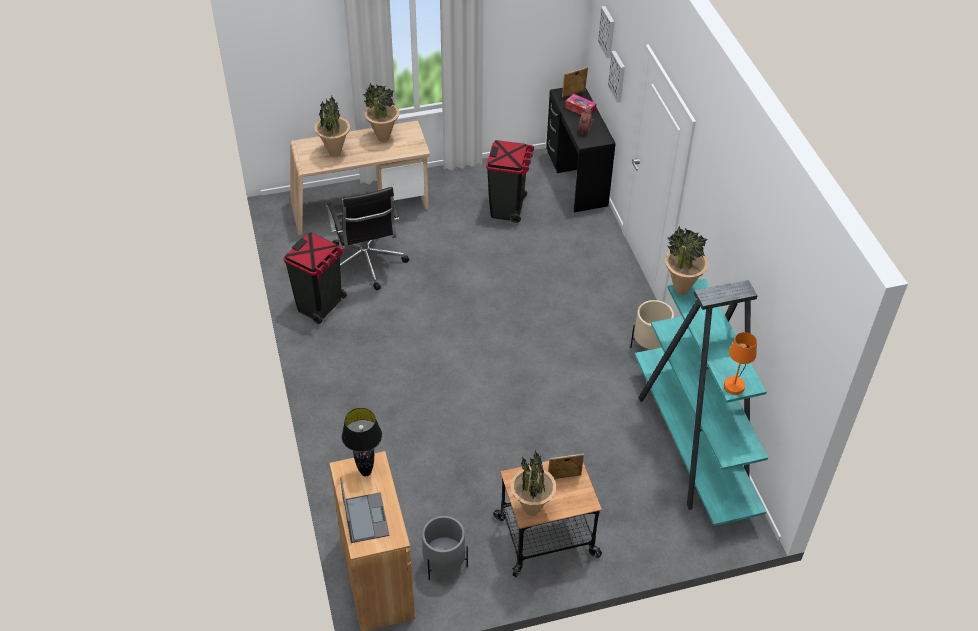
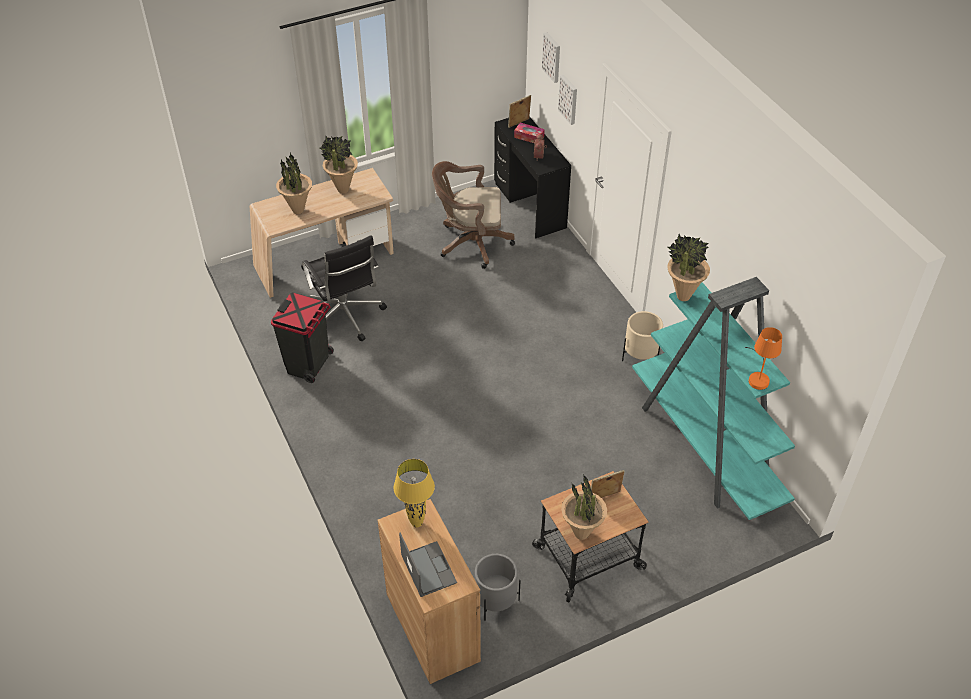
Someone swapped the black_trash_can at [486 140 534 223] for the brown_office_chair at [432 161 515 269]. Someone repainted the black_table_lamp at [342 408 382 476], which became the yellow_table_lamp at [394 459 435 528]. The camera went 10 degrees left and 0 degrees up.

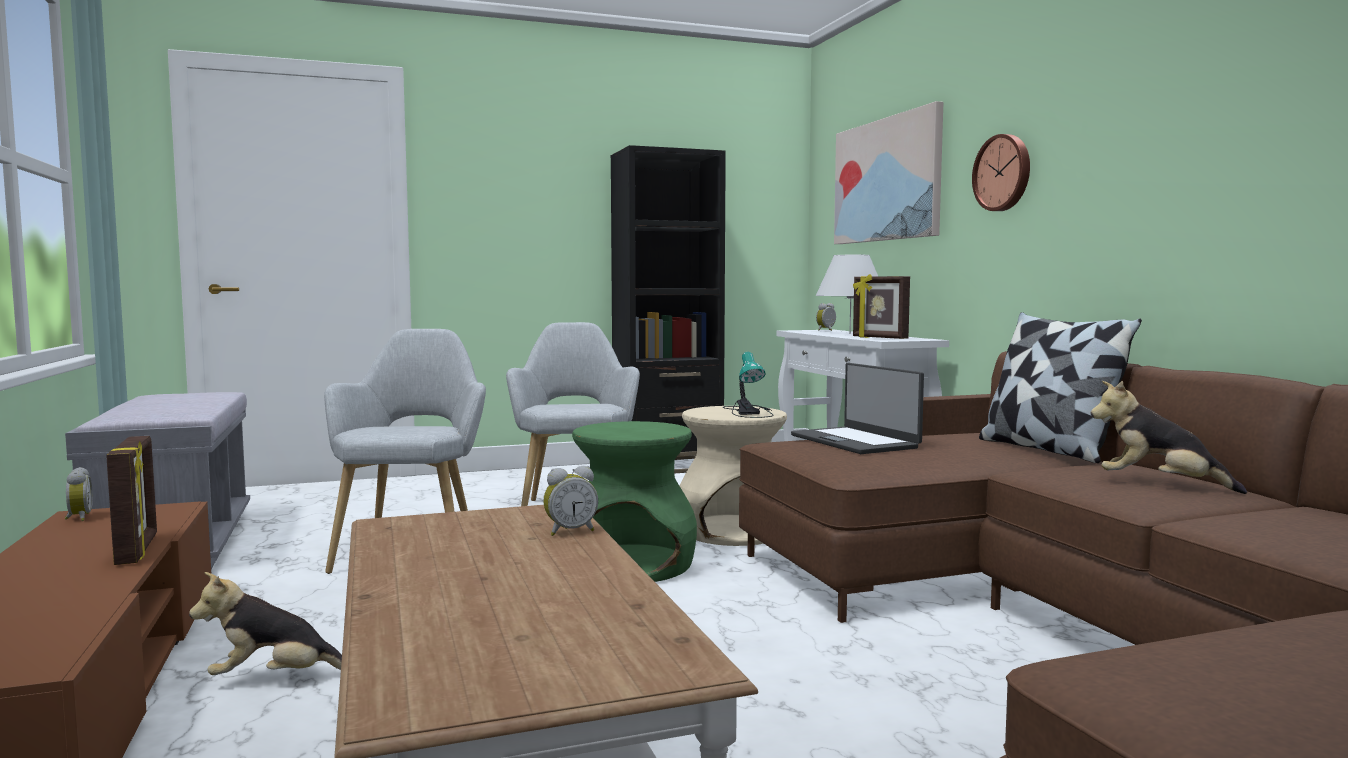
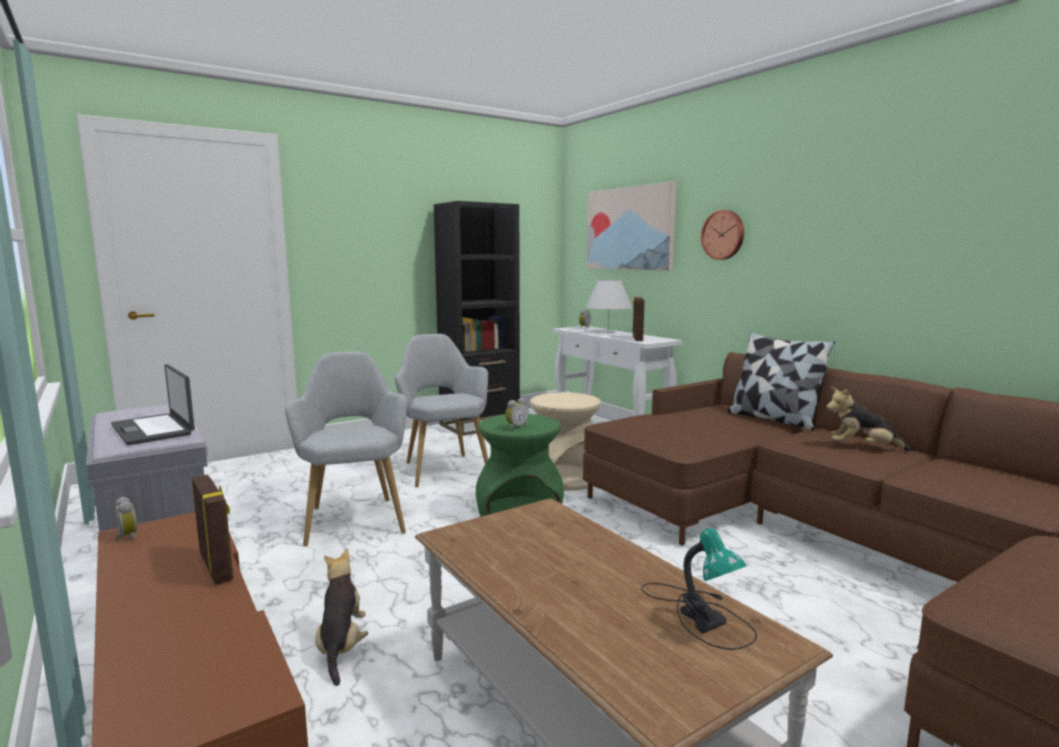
Someone rotated the picture_frame at [853 274 910 339] by 60 degrees clockwise. Someone carried the table_lamp from [723 352 774 418] to [641 528 757 650]. Someone carried the laptop from [791 363 924 454] to [111 364 195 445]. Someone carried the alarm_clock from [543 466 598 536] to [505 398 529 430]. Someone rotated the plush_toy at [189 572 342 675] by 105 degrees clockwise. The camera went 15 degrees left and 5 degrees up.

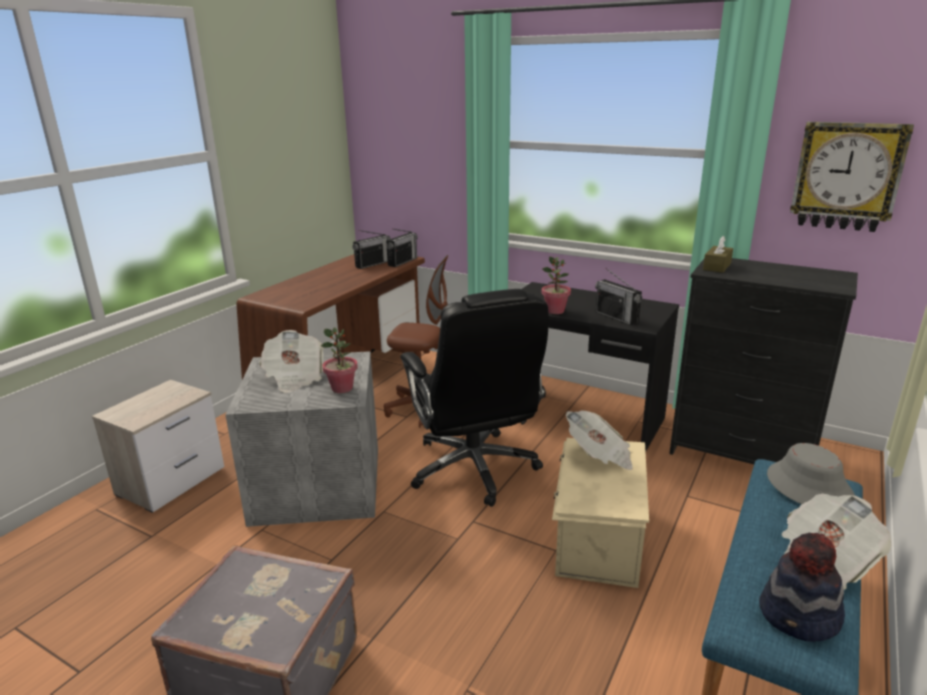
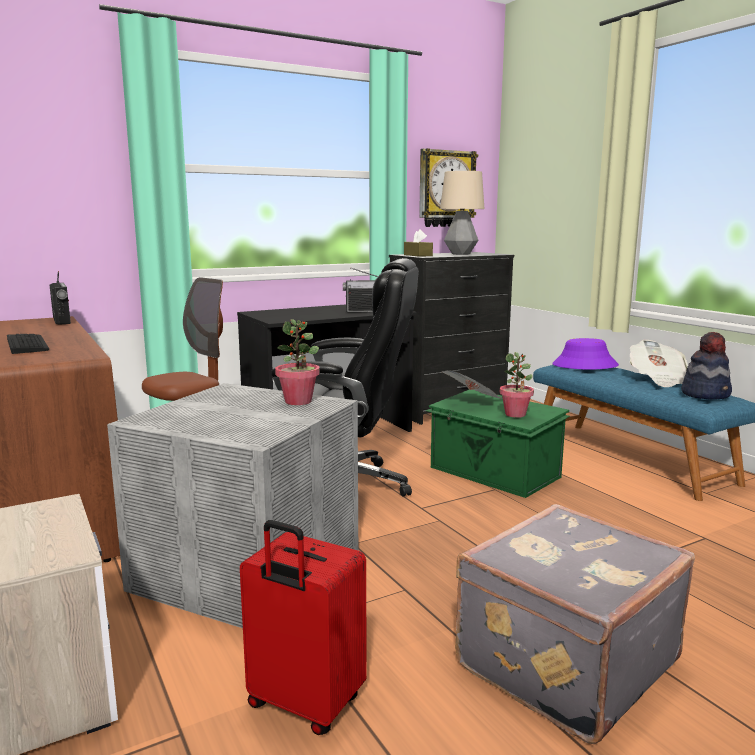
Someone took away the radio at [352 230 391 269]. Someone carried the potted_plant from [542 257 571 314] to [500 352 534 418]. Someone took away the newspaper at [259 330 324 393]. Someone repainted the beige_storage_box at [552 438 649 588], which became the green_storage_box at [426 390 570 498]. Someone repainted the grey_hat at [767 443 855 504], which became the purple_hat at [552 338 619 369]. Someone put down the table_lamp at [440 171 485 255]. Someone put down the keyboard at [7 334 49 354]. Someone put down the red_suitcase at [240 520 367 735]. The camera went 60 degrees left and 10 degrees down.

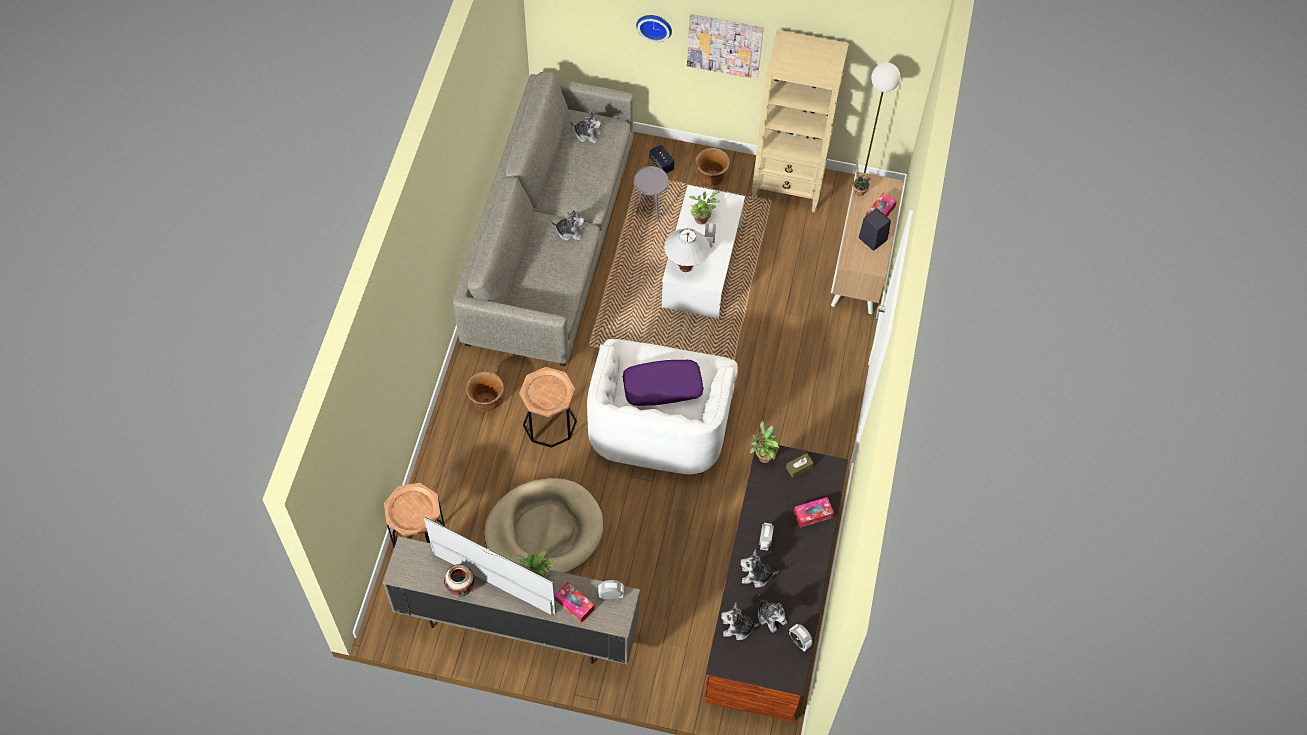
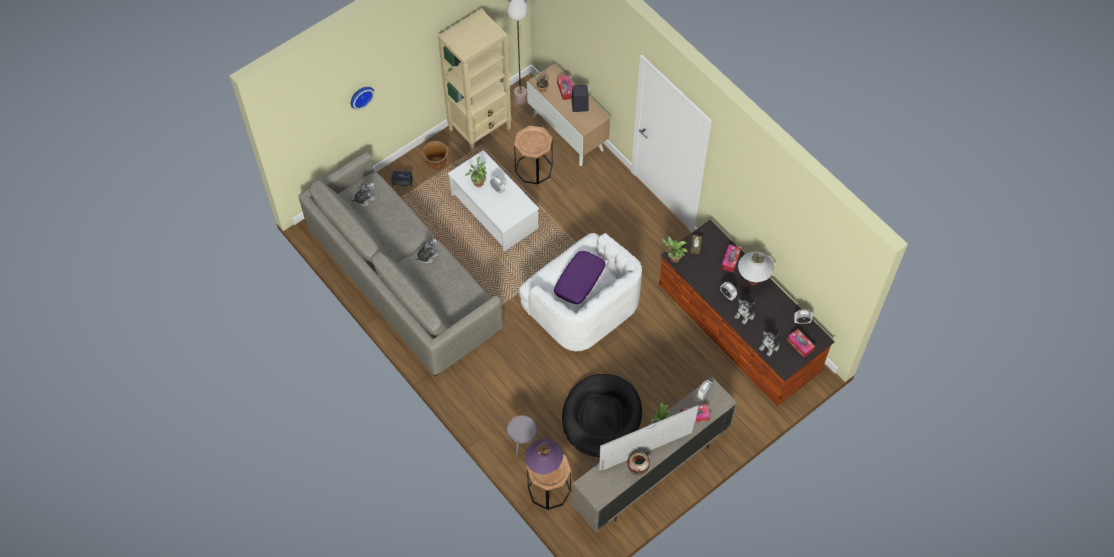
Someone took away the picture at [687 14 764 79]. Someone carried the grey_side_table from [633 166 669 222] to [507 415 537 457]. Someone carried the white_table_lamp from [664 228 710 272] to [738 251 774 285]. Someone carried the brown_side_table from [519 367 577 448] to [514 125 553 184]. Someone took away the brown_planter at [466 371 504 412]. Someone repainted the beige_dog_bed at [484 478 603 573], which became the black_dog_bed at [562 374 642 457]. Someone took away the plush_toy at [758 595 787 633]. Someone put down the tissue_box at [787 329 815 357]. Someone put down the purple_table_lamp at [525 439 563 474]. The camera went 50 degrees left and 0 degrees up.

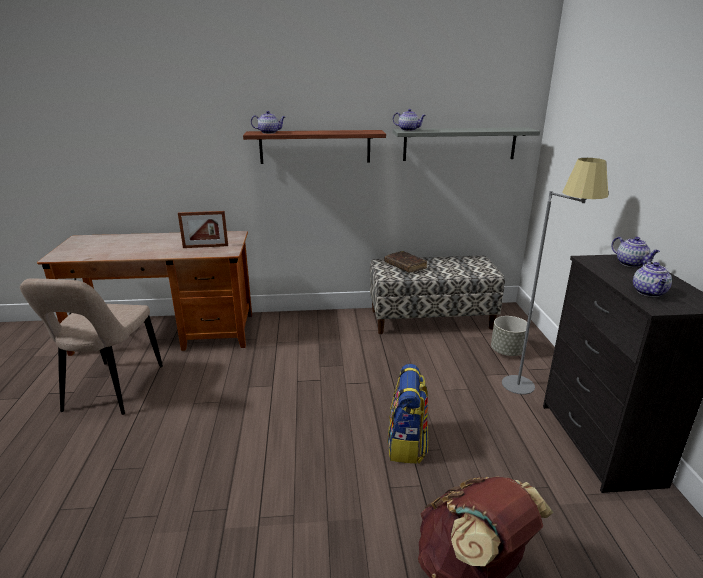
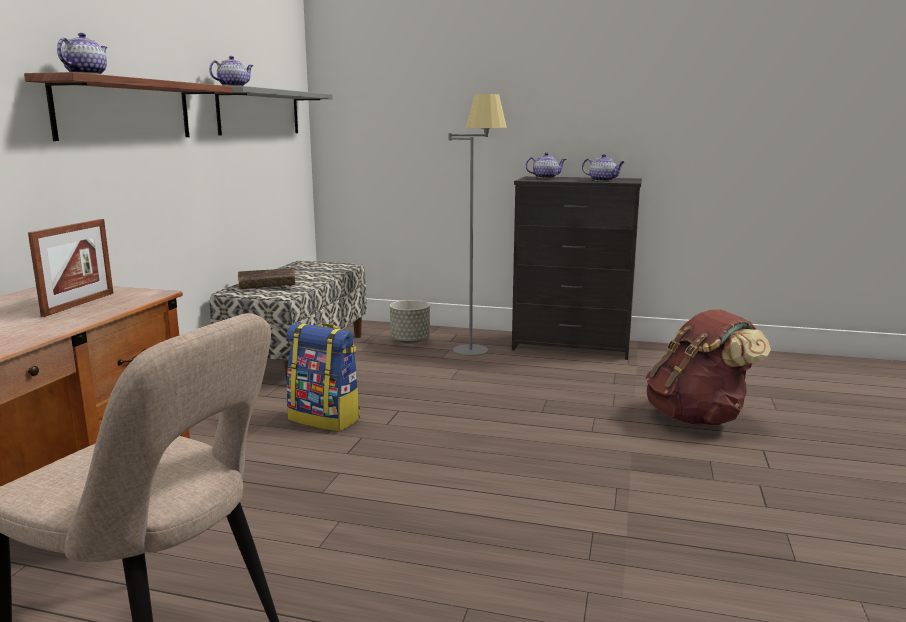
Someone carried the backpack from [387 364 428 464] to [286 323 360 431]. The camera went 70 degrees left and 10 degrees down.

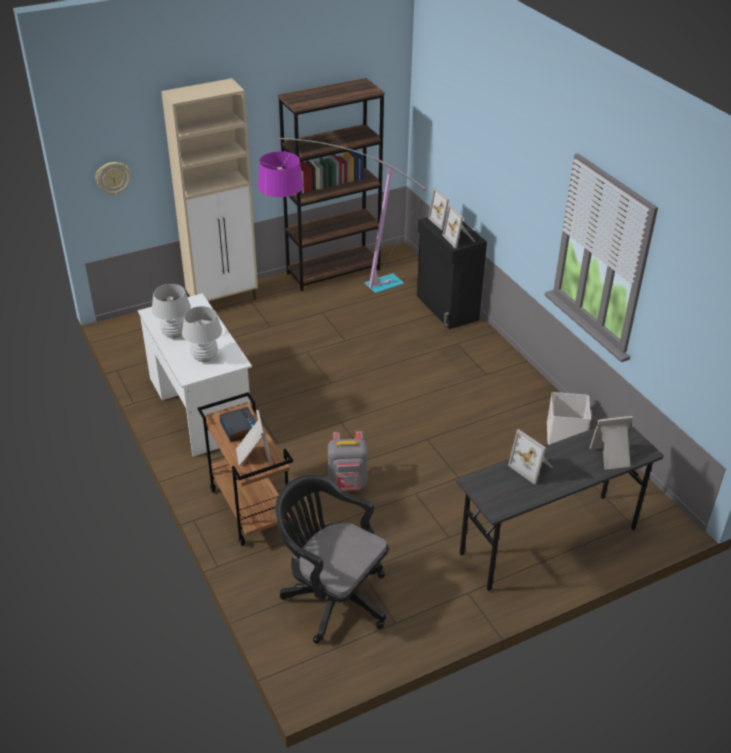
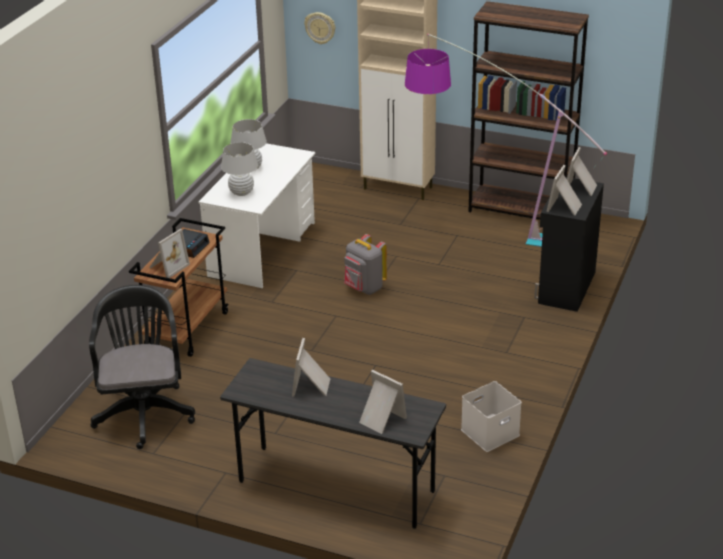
Someone carried the grey_backpack from [328 431 368 491] to [344 234 387 295]. The camera went 50 degrees right and 5 degrees down.

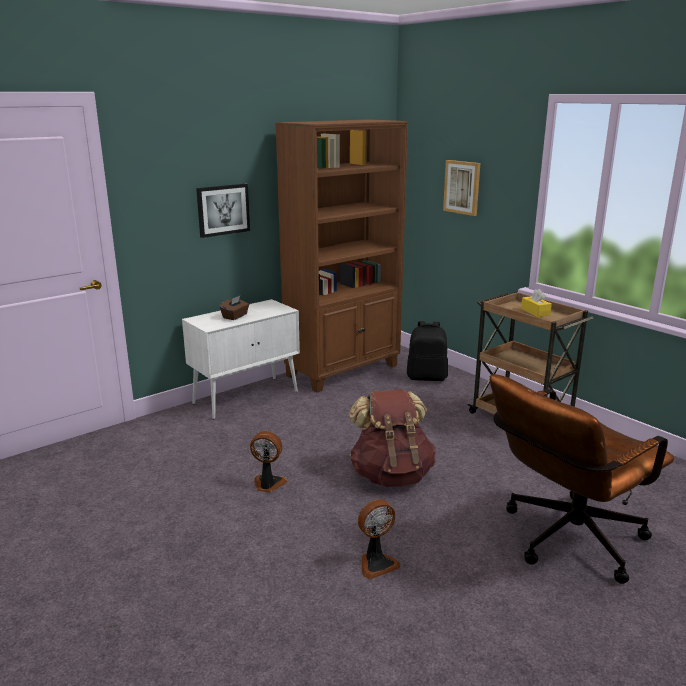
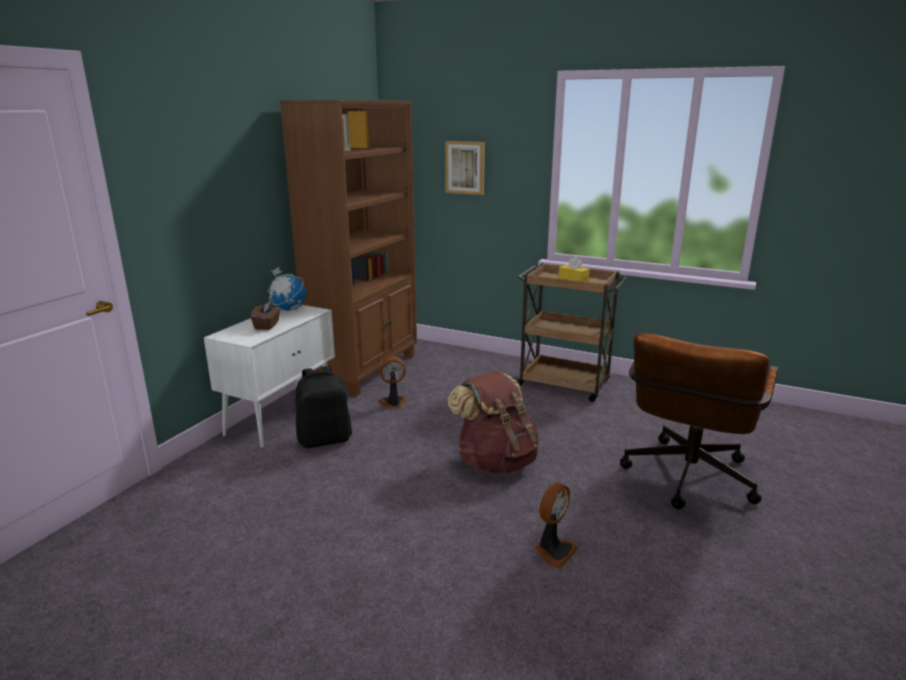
Someone took away the picture at [196 184 250 238]. Someone carried the black_backpack from [407 321 448 381] to [296 366 352 448]. Someone carried the fan from [250 431 287 492] to [378 356 407 409]. Someone put down the globe at [268 267 306 311]. The camera went 25 degrees left and 0 degrees up.

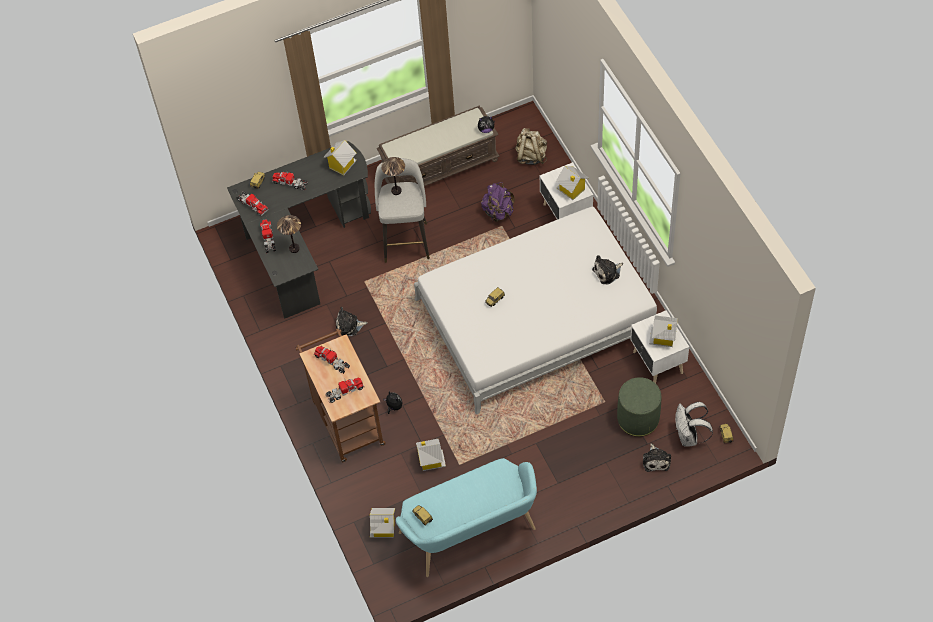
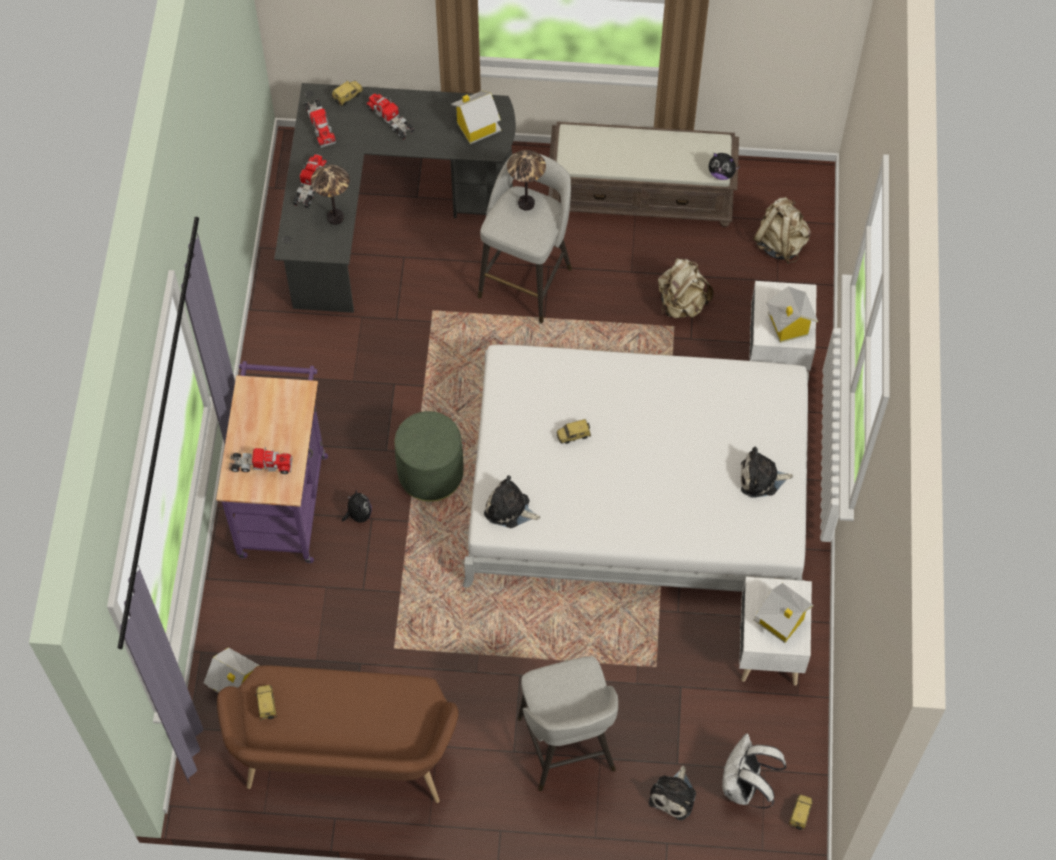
Someone repainted the purple_backpack at [481 182 515 222], which became the beige_backpack at [658 258 714 318]. Someone carried the plush_toy from [336 307 368 336] to [484 475 540 528]. Someone repainted the brown_cart at [296 329 386 462], which became the purple_cart at [216 361 328 563]. Someone took away the toy_truck at [314 346 350 374]. Someone carried the green_ottoman from [617 377 661 437] to [394 411 464 502]. Someone took away the toy_house at [416 438 446 471]. Someone repainted the turquoise_bench at [396 458 537 577], which became the brown_bench at [217 665 459 803]. Someone put down the grey_stool at [517 656 618 791]. The camera went 25 degrees right and 5 degrees up.

